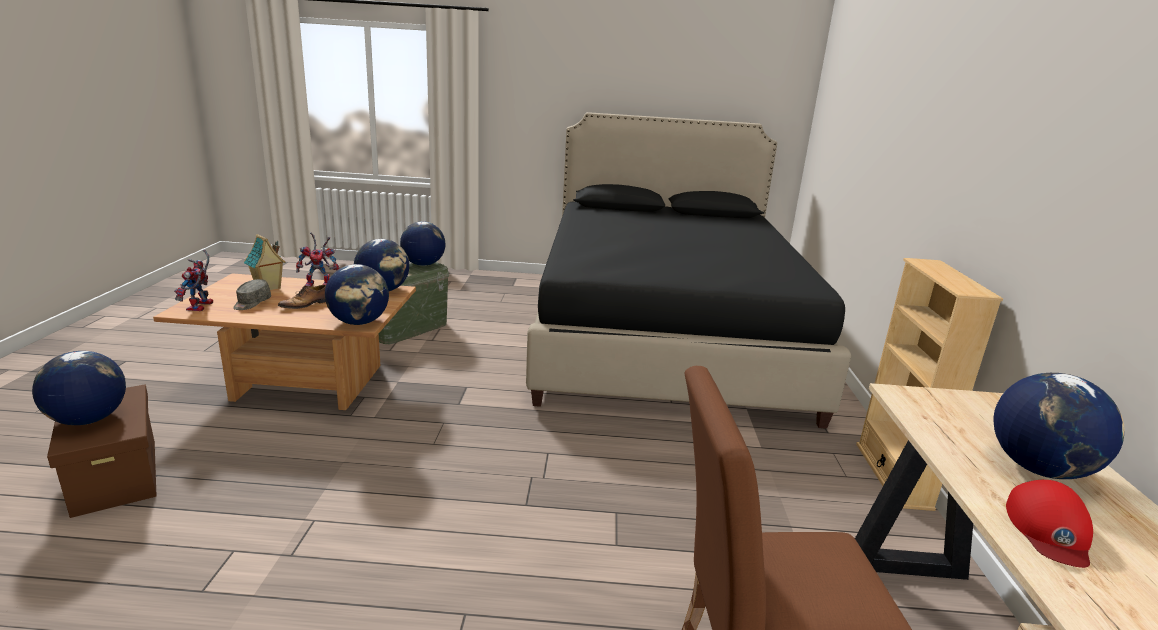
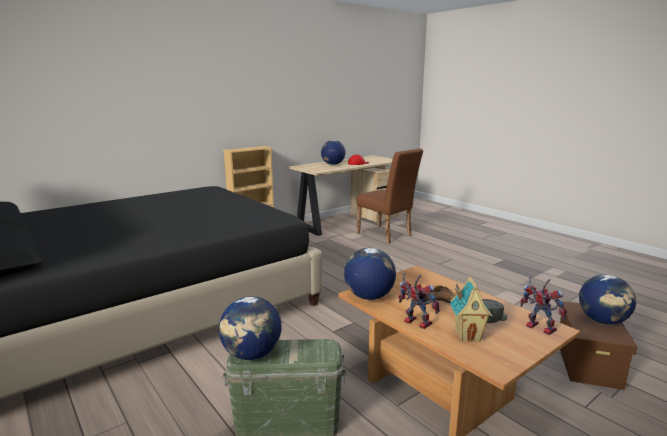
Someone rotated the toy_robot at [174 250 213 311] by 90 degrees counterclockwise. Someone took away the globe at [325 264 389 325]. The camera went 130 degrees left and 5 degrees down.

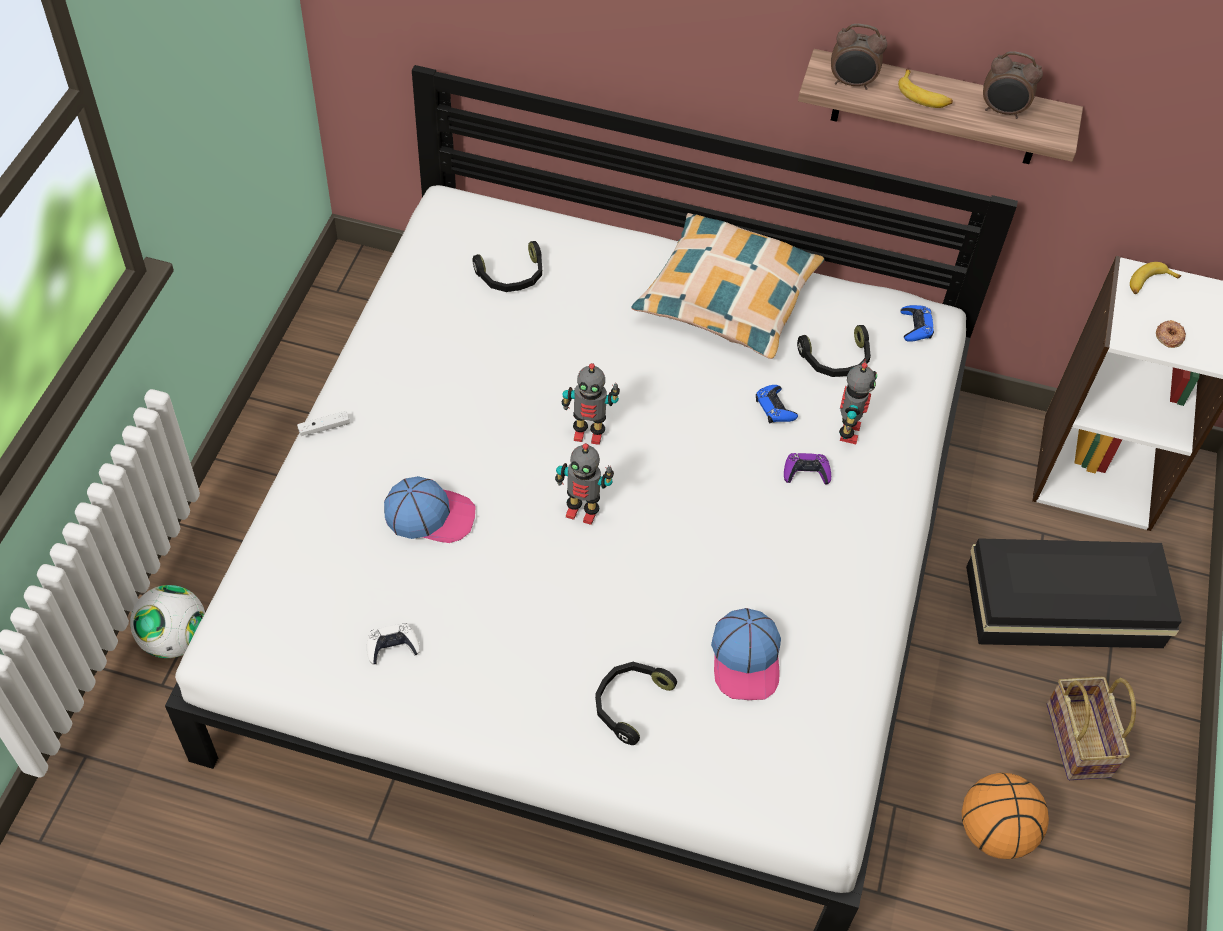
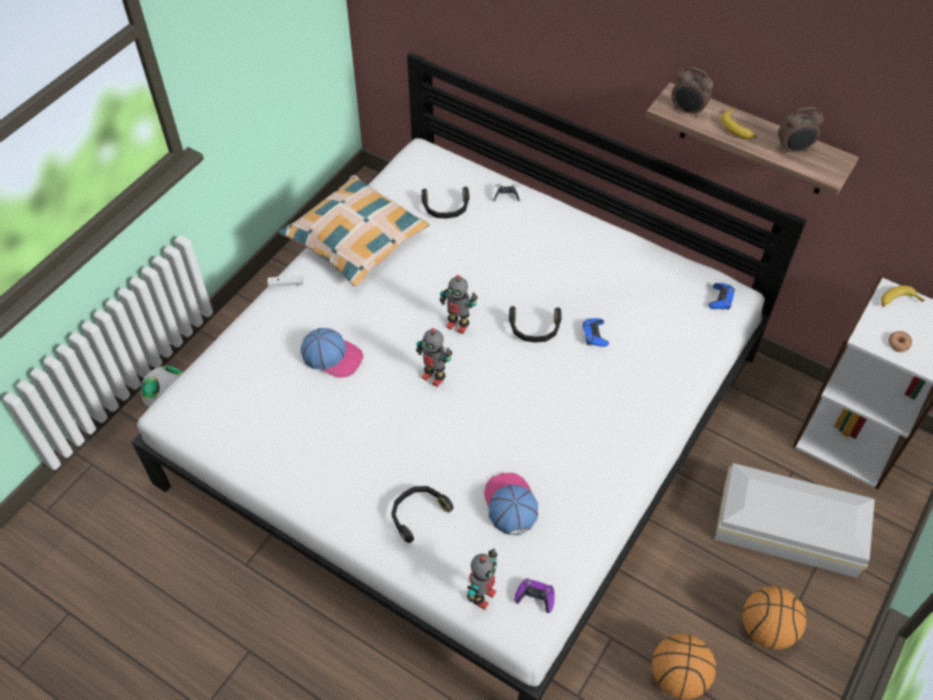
Someone rotated the alarm_clock at [983 51 1043 119] by 45 degrees counterclockwise. Someone carried the pillow from [631 213 825 359] to [279 175 430 286]. Someone carried the black_headphones from [797 325 871 377] to [509 306 562 342]. Someone carried the toy_robot from [839 359 877 444] to [467 549 497 610]. Someone carried the purple_game_controller from [784 453 831 484] to [514 578 555 613]. Someone repainted the black_storage_box at [966 538 1182 648], which became the white_storage_box at [715 463 875 578]. Someone rotated the cap at [711 608 781 700] by 150 degrees clockwise. Someone carried the white_game_controller from [367 623 420 665] to [492 183 522 202]. Someone swapped the basket at [1047 676 1136 780] for the basketball at [742 586 806 649]. The camera went 20 degrees right and 0 degrees up.

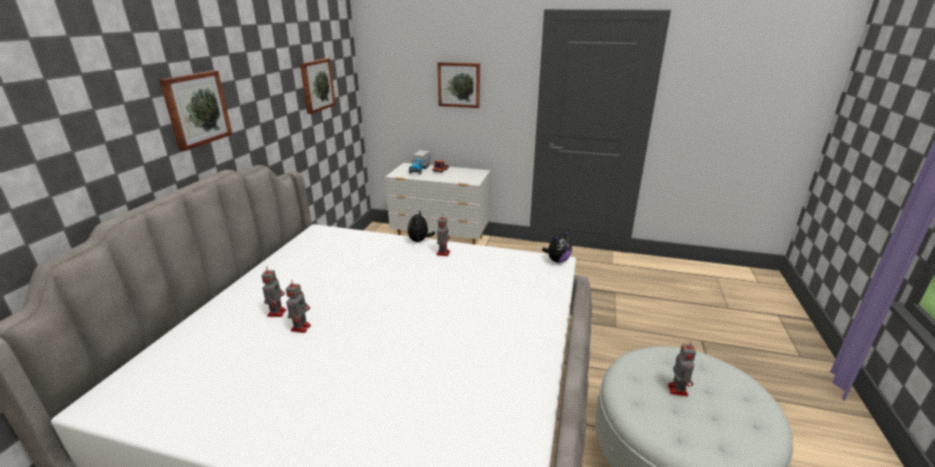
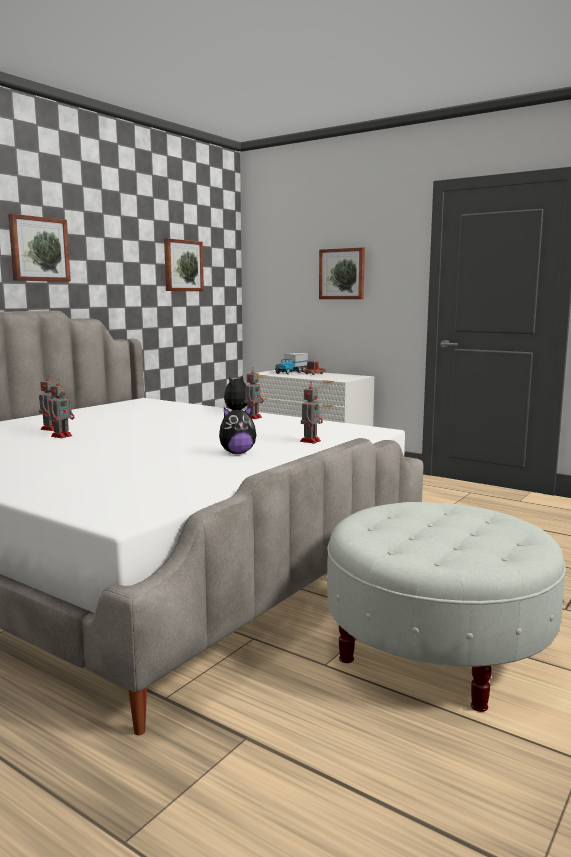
Someone carried the plush_toy from [542 230 572 263] to [219 406 256 454]. Someone carried the toy_robot from [668 341 696 397] to [300 381 323 444]. The camera went 20 degrees right and 15 degrees down.

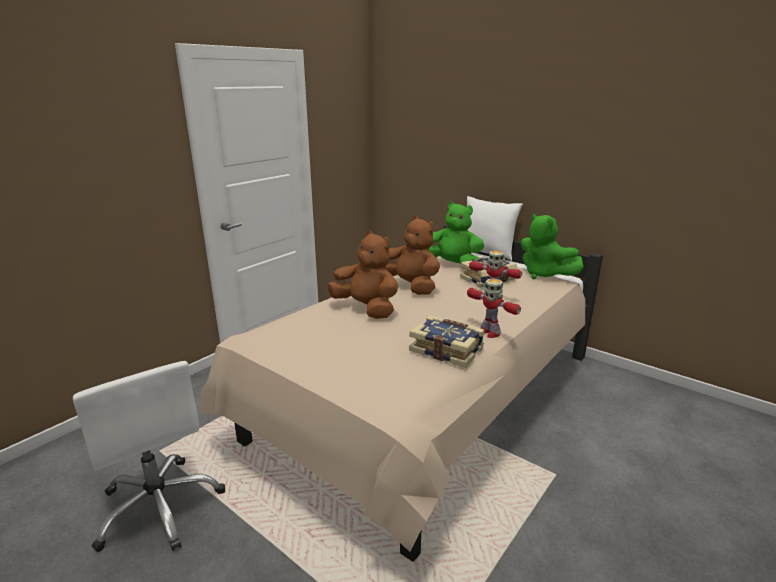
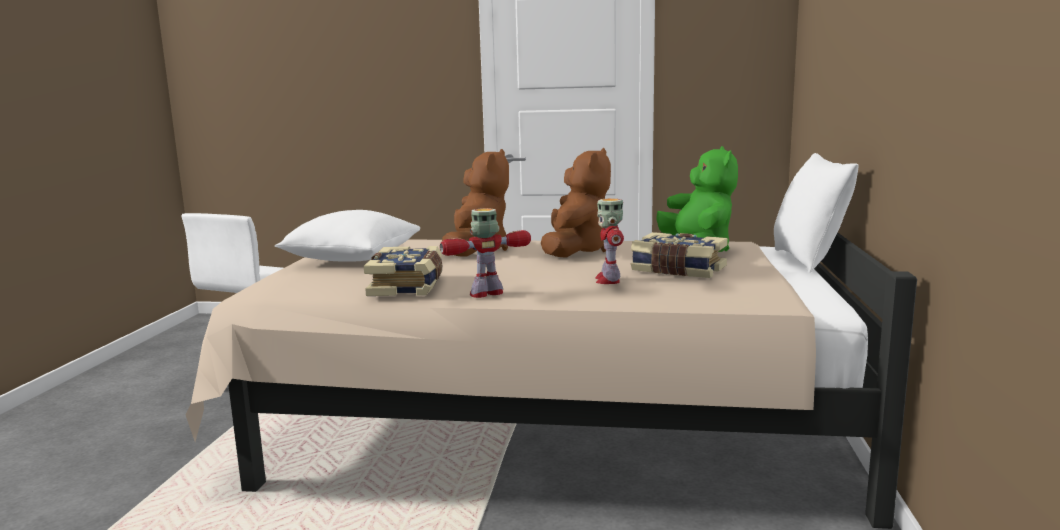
Someone took away the green_plush_toy at [521 214 584 279]. Someone rotated the toy_robot at [467 278 521 338] by 45 degrees clockwise. Someone put down the white_pillow at [275 210 420 262]. The camera went 60 degrees right and 10 degrees down.

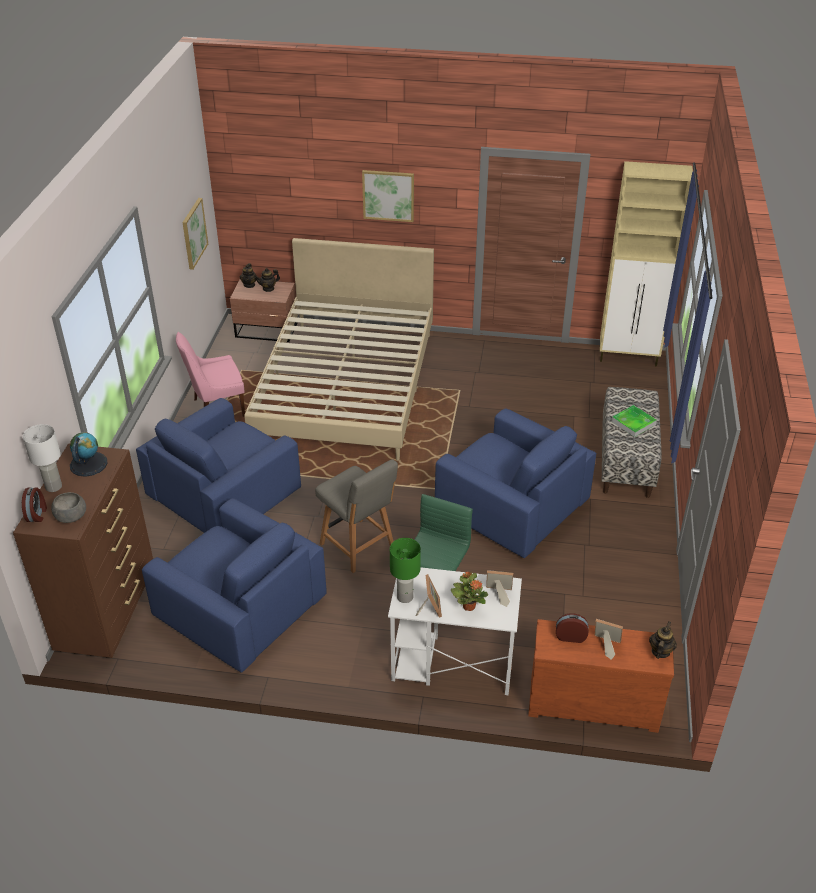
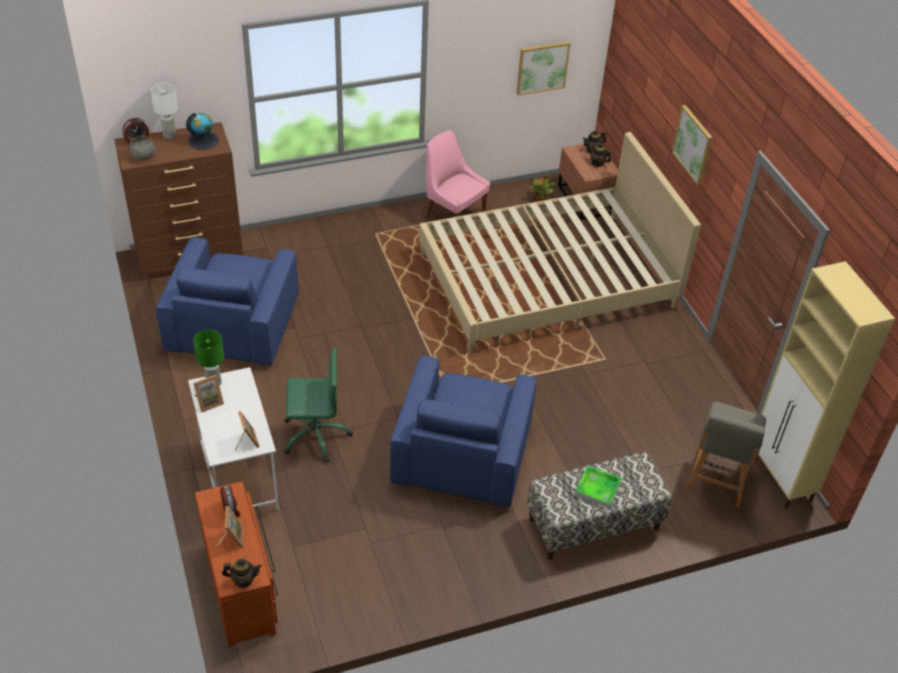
Someone took away the blue_armchair at [136 398 301 533]. Someone carried the grey_chair from [315 459 398 573] to [685 402 766 508]. Someone carried the potted_plant from [451 572 488 611] to [530 175 556 201]. The camera went 60 degrees right and 5 degrees up.

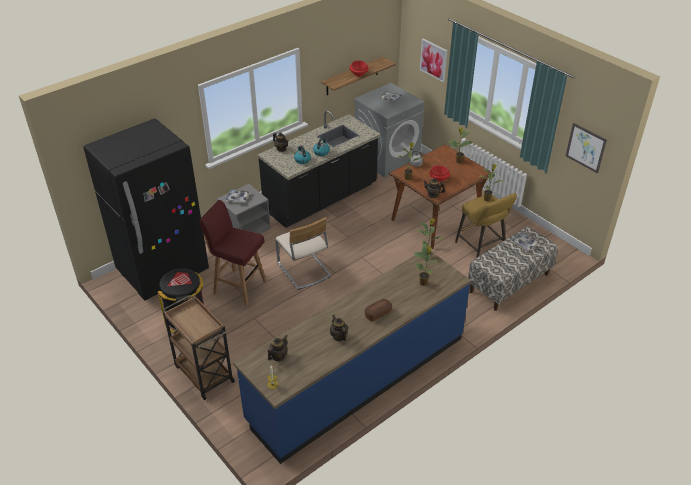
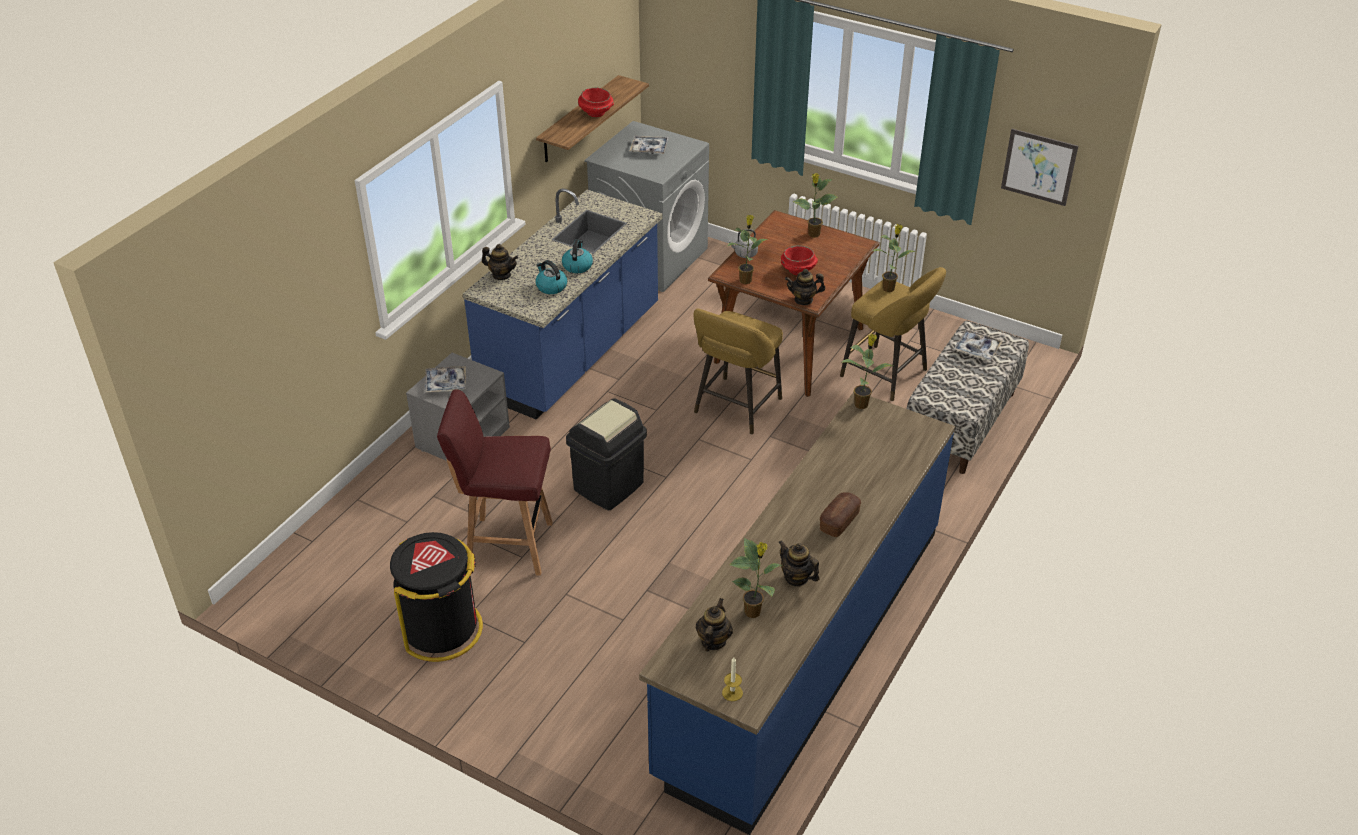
Someone took away the picture at [420 39 448 83]. Someone repainted the black_counter at [258 110 381 228], which became the blue_counter at [463 188 663 420]. Someone took away the black_fridge at [83 118 209 301]. Someone swapped the beige_chair at [275 217 332 290] for the black_trash_can at [566 398 647 510]. Someone carried the potted_plant from [413 244 438 286] to [729 538 782 618]. Someone took away the brown_cart at [163 295 235 400]. Someone put down the yellow_stool at [693 309 783 435]. The camera went 20 degrees left and 0 degrees up.

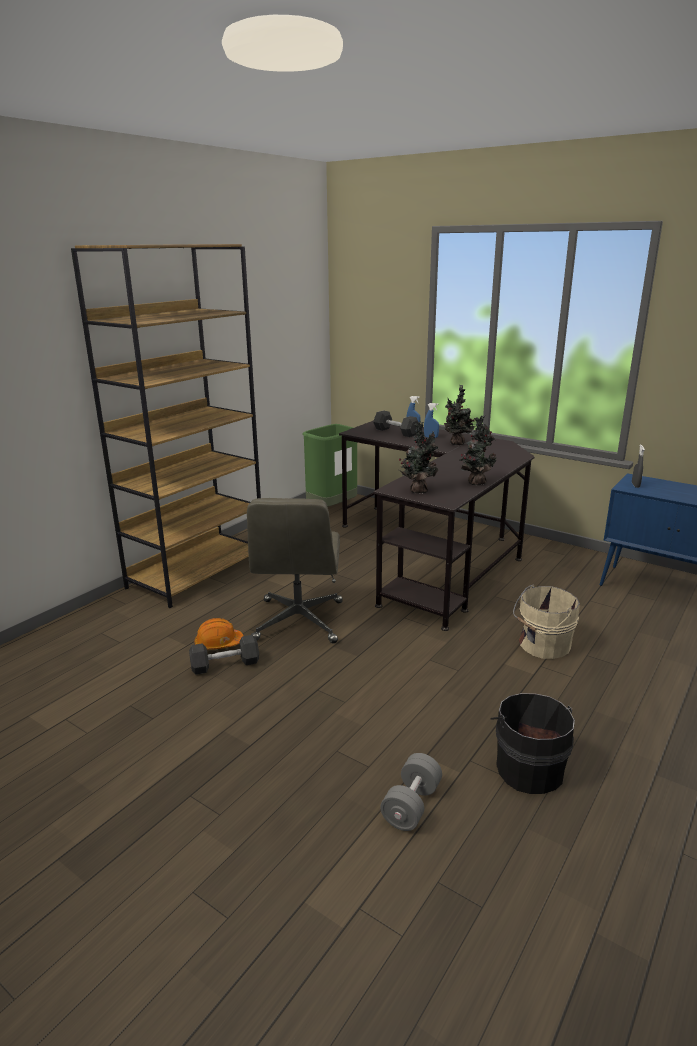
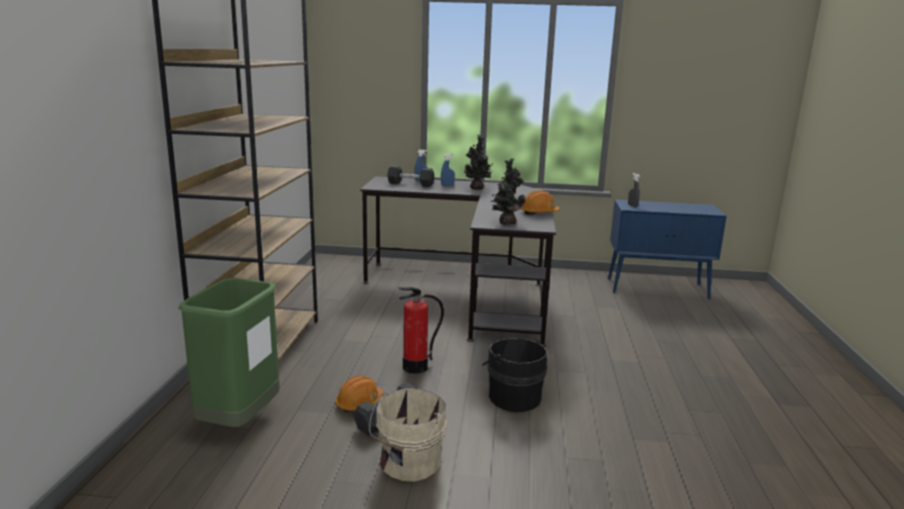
Someone swapped the potted_plant at [459 416 496 485] for the orange_hard_hat at [520 190 560 215]. Someone carried the green_trash_can from [302 424 357 507] to [178 278 280 427]. Someone swapped the grey_office_chair at [247 498 343 643] for the fire_extinguisher at [398 287 444 374]. Someone carried the beige_bucket from [513 585 580 659] to [369 388 446 482]. Someone carried the black_bucket from [491 693 575 794] to [482 338 548 412]. Someone took away the grey_dumbbell at [380 753 442 831]. The camera went 30 degrees left and 5 degrees down.

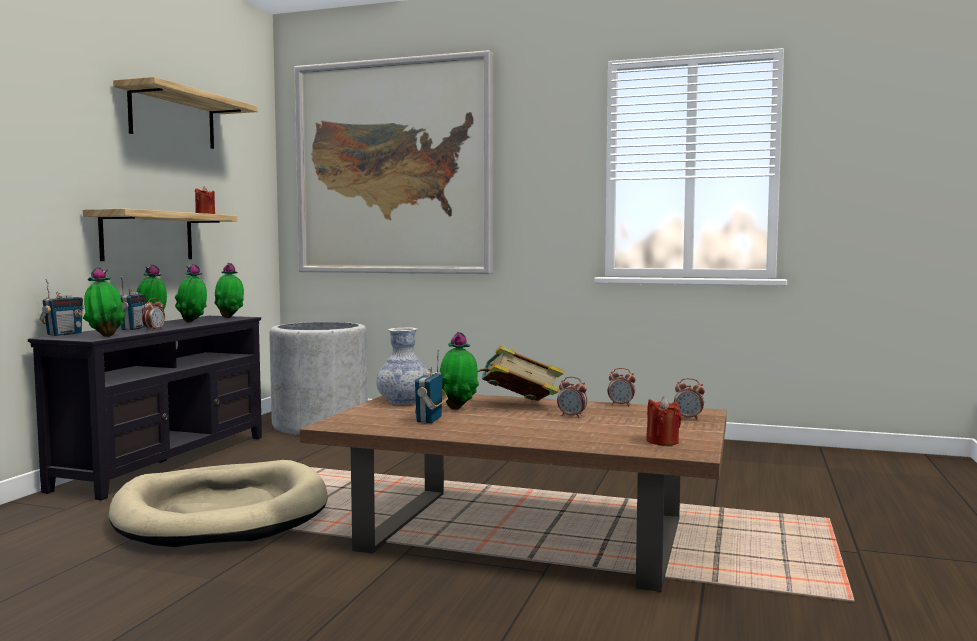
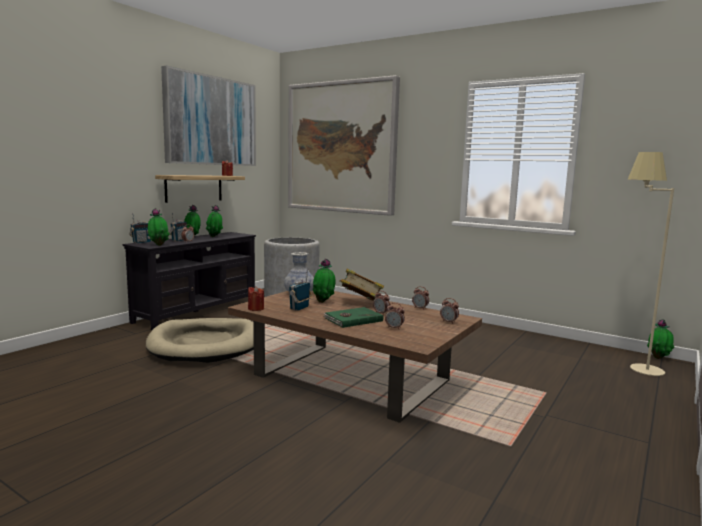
Someone swapped the shelf at [113 77 258 149] for the picture at [161 66 256 166]. Someone carried the potted_plant from [215 263 244 318] to [647 319 674 359]. Someone carried the red_candle from [646 396 682 446] to [248 286 264 311]. Someone put down the beige_floor_lamp at [627 152 674 376]. Someone put down the alarm_clock at [385 303 405 329]. Someone put down the green_book at [323 307 383 328]. The camera went 15 degrees right and 5 degrees up.

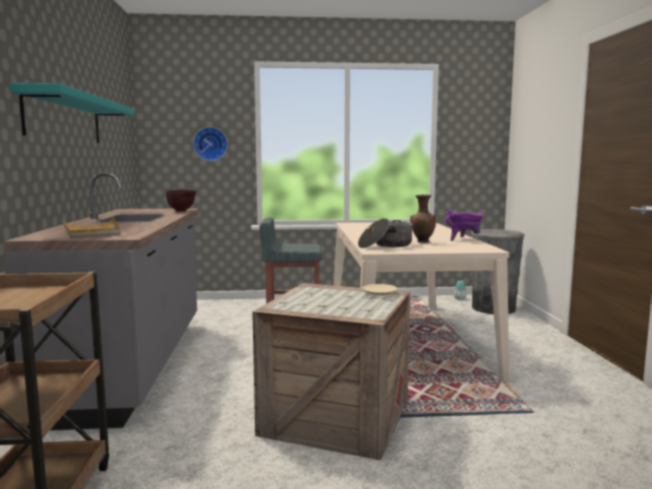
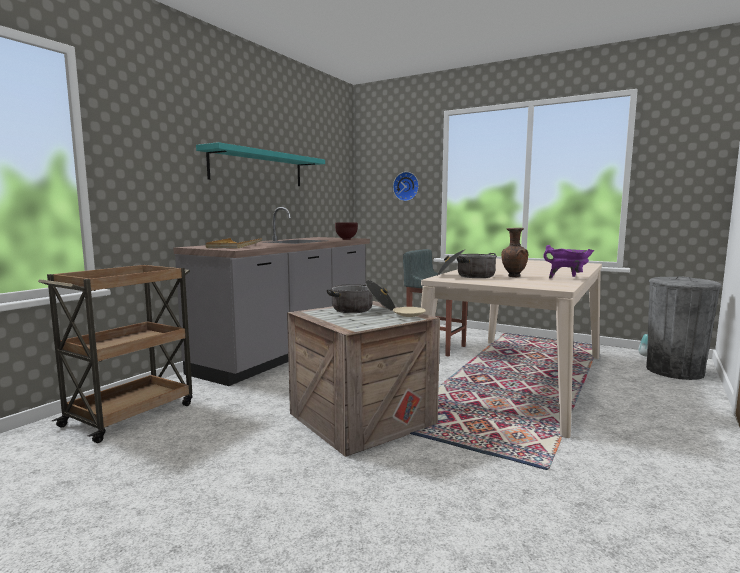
Someone put down the cooking_pot at [327 280 395 313]. The camera went 35 degrees right and 0 degrees up.

